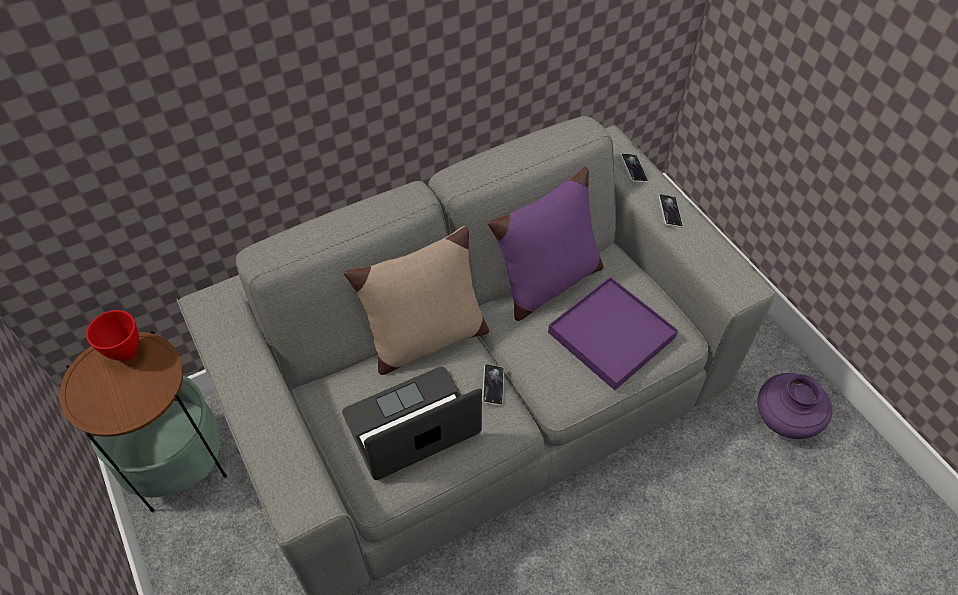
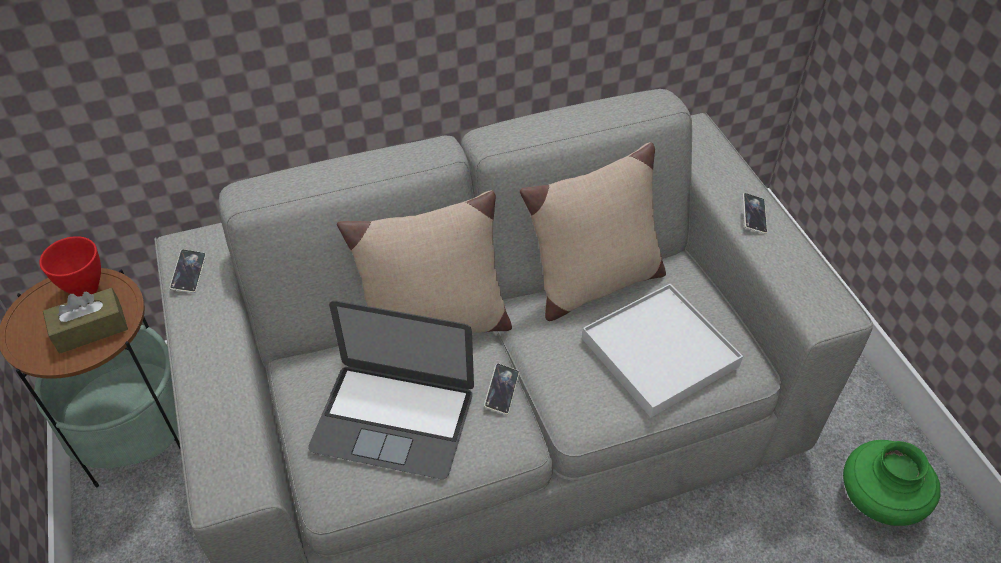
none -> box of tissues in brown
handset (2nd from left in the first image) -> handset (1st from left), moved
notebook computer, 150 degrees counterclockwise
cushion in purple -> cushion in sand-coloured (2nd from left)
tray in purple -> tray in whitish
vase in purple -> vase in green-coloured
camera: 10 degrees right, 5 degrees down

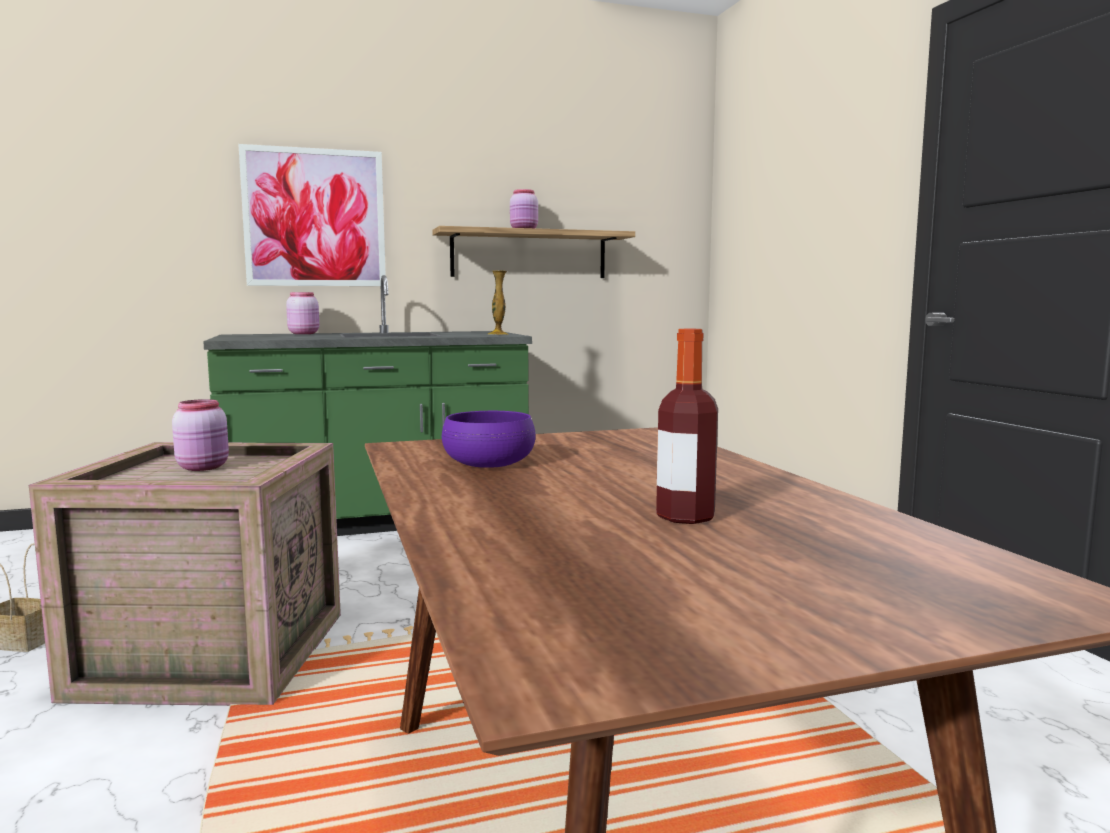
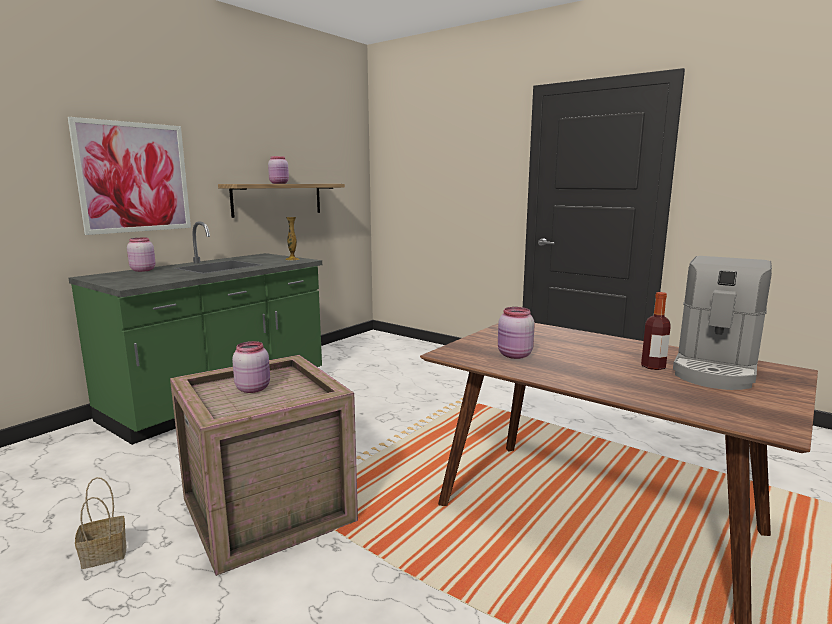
deep dish in purple -> jar in pink-coloured (4th from left)
none -> coffee maker
camera: 35 degrees left, 5 degrees up

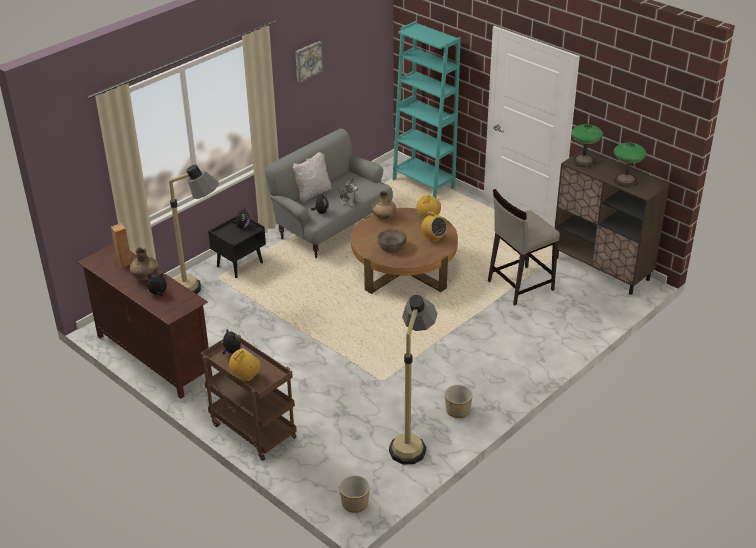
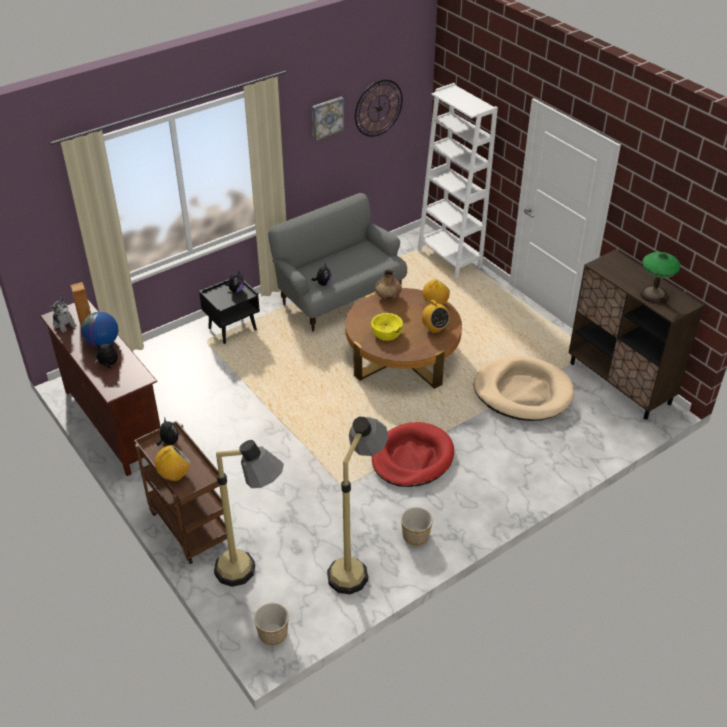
soft toy (5th from left in the first image) -> soft toy (1st from left), moved
vase in brown (1st from left) -> desk globe
standing lamp (1st from left), moved
none -> clock on the wall
deep dish in brown -> deep dish in yellow
none -> pet bed in red
bookshelf in turquoise -> bookshelf in whitish
sitting stool in sand-coloured -> pet bed in sand-coloured
cushion in whitish -> none
lamp for a table (1st from left) -> none
camera: 10 degrees right, 5 degrees up

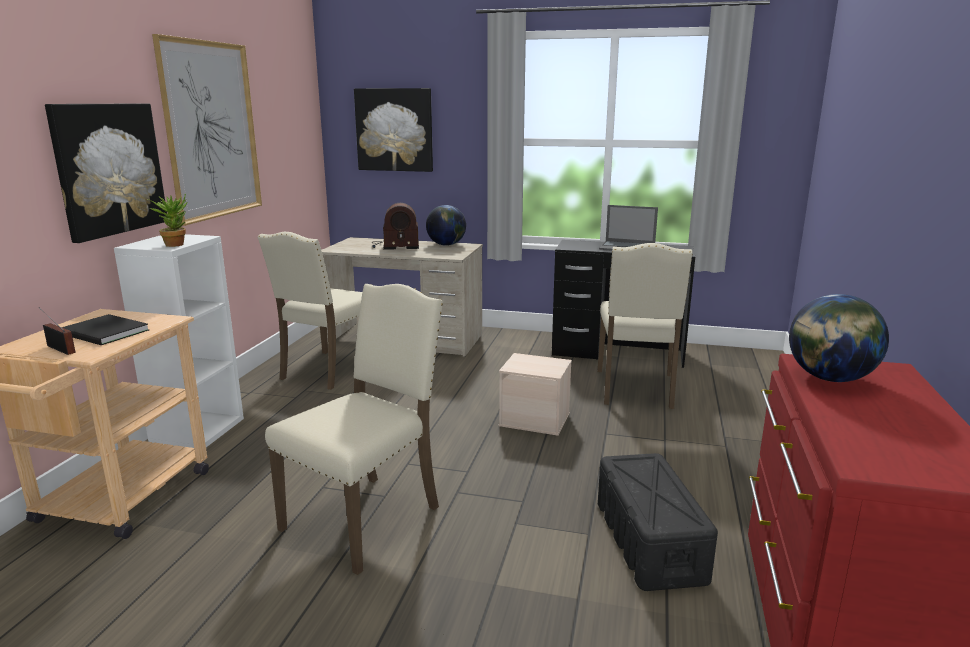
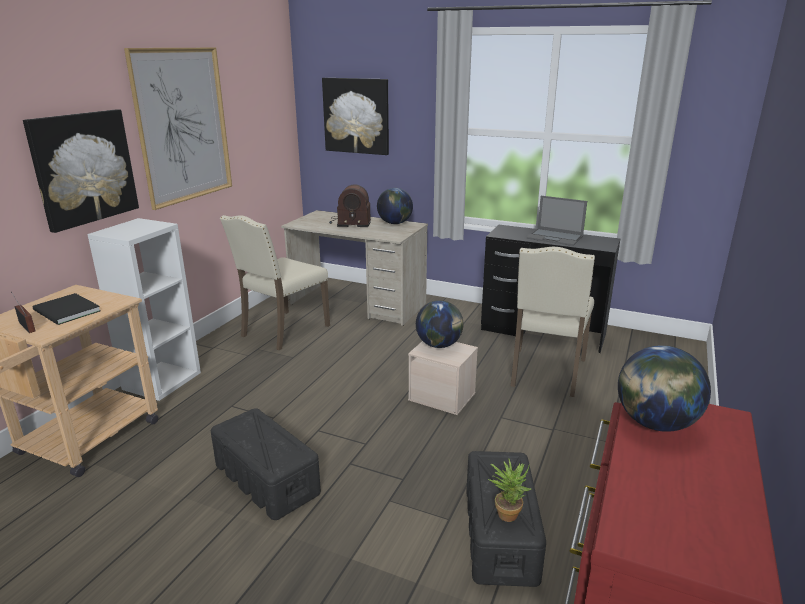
chair in sand-coloured (2nd from left) -> storage box in blackish (1st from left)
none -> desk globe (2nd from left)
potted plant, moved
camera: 10 degrees right, 5 degrees up

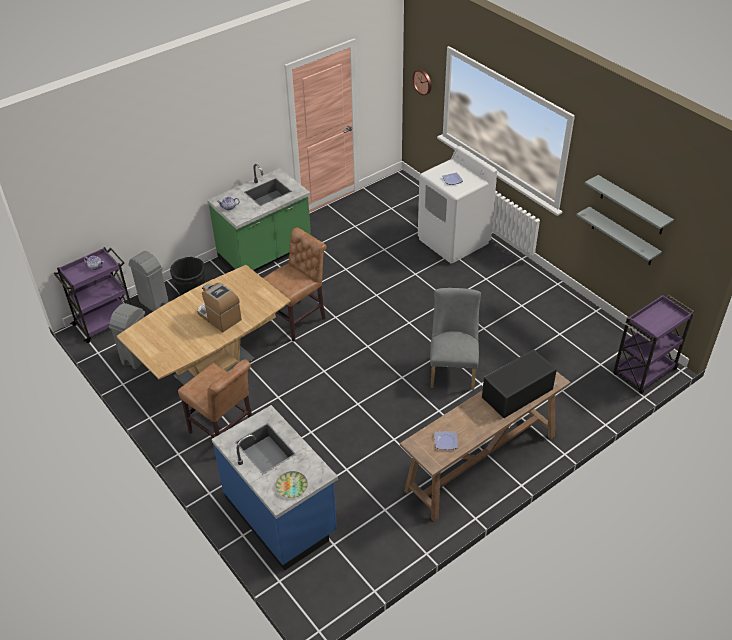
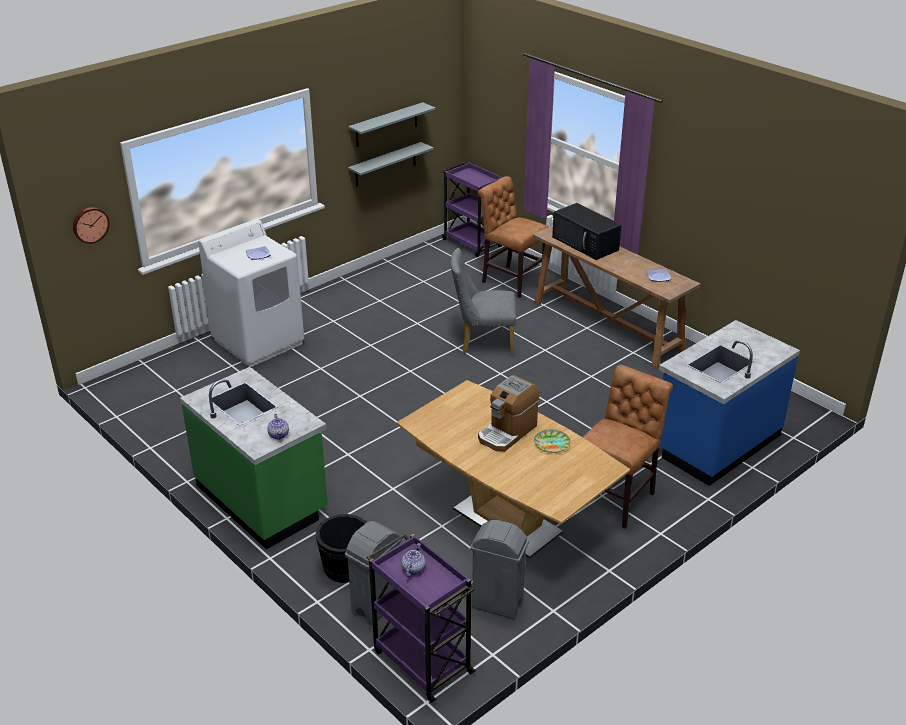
chair in brown (2nd from left in the first image) -> chair in brown (1st from left), moved
plate (1st from left in the first image) -> plate (2nd from left), moved
camera: 95 degrees left, 10 degrees down

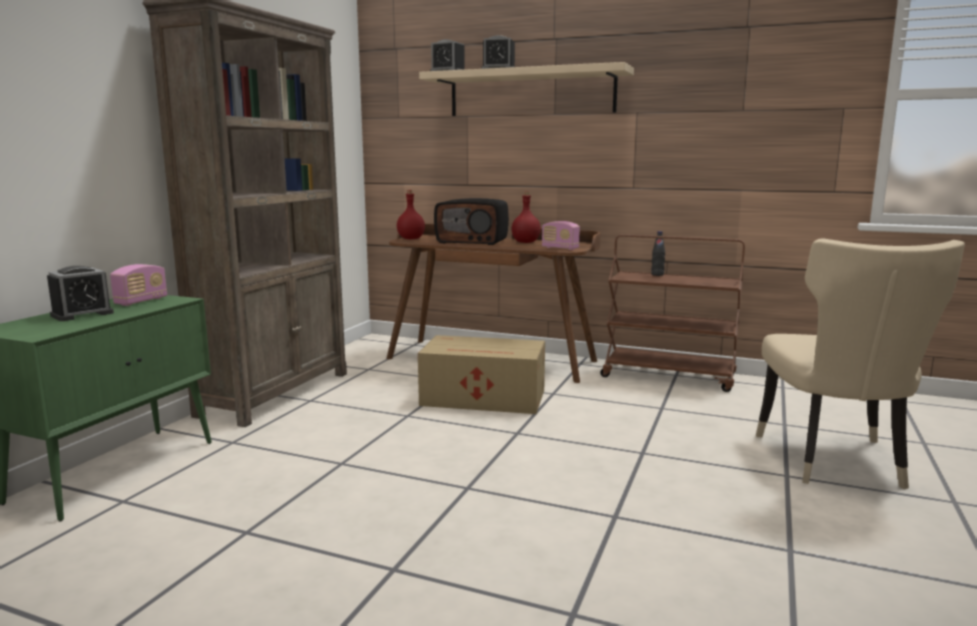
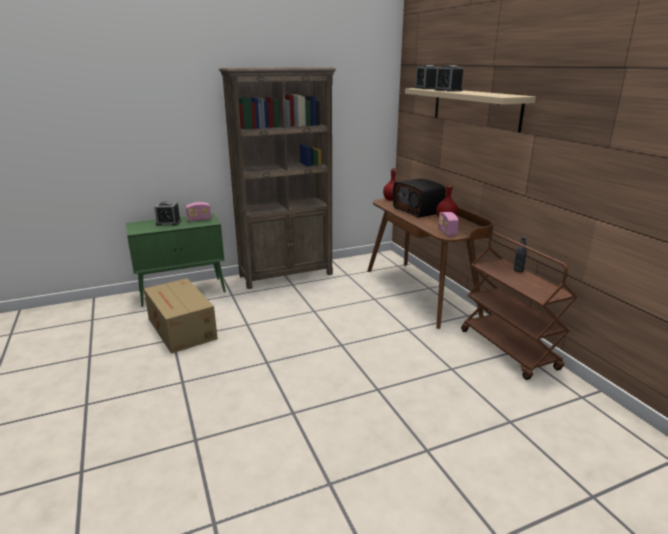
cardboard box, moved
chair in sand-coloured -> none
camera: 45 degrees right, 10 degrees up

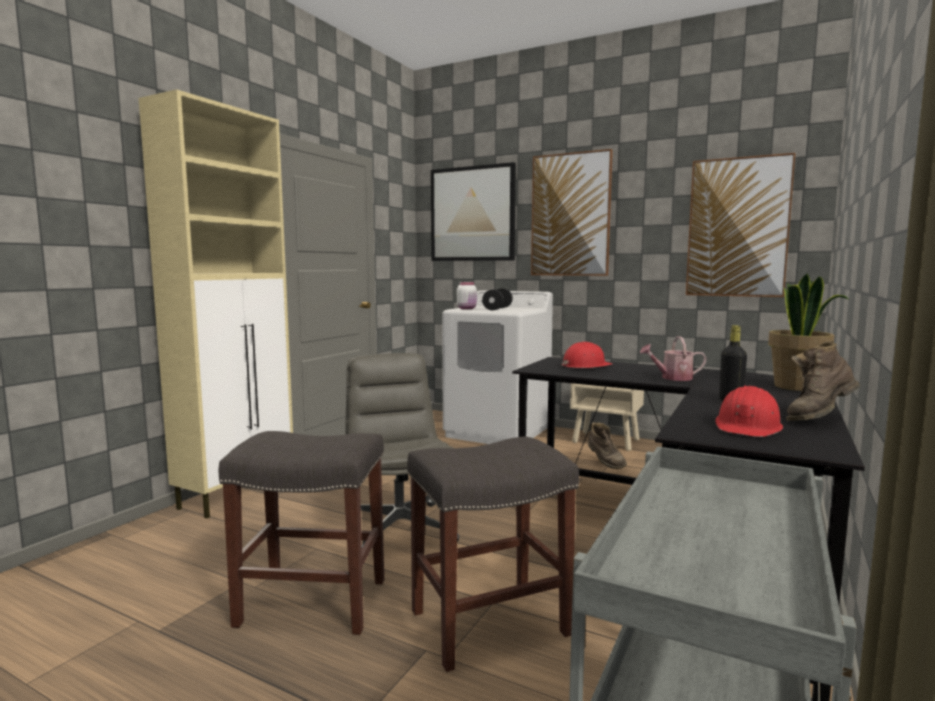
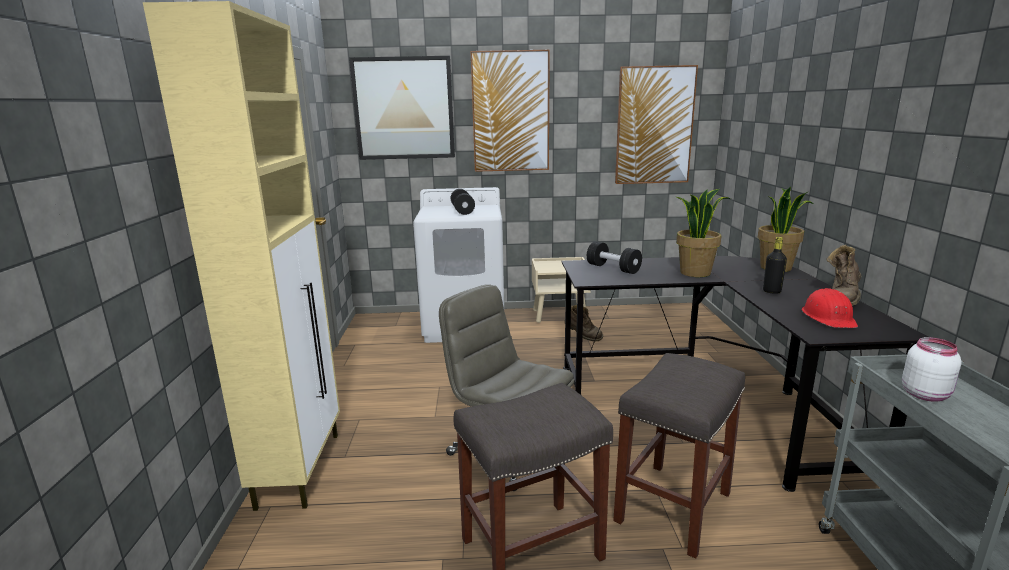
safety helmet in red (1st from left) -> free weight in blackish (2nd from left)
watering can -> potted plant (1st from left)
jar in whitish, moved
camera: 30 degrees left, 10 degrees up

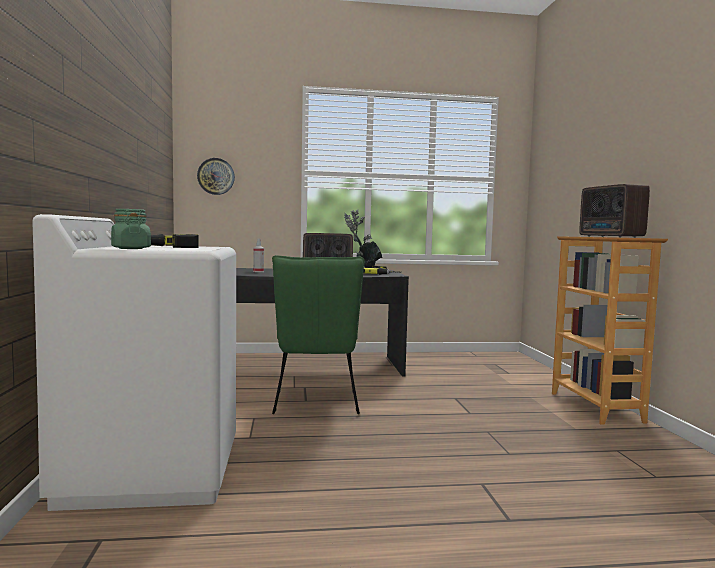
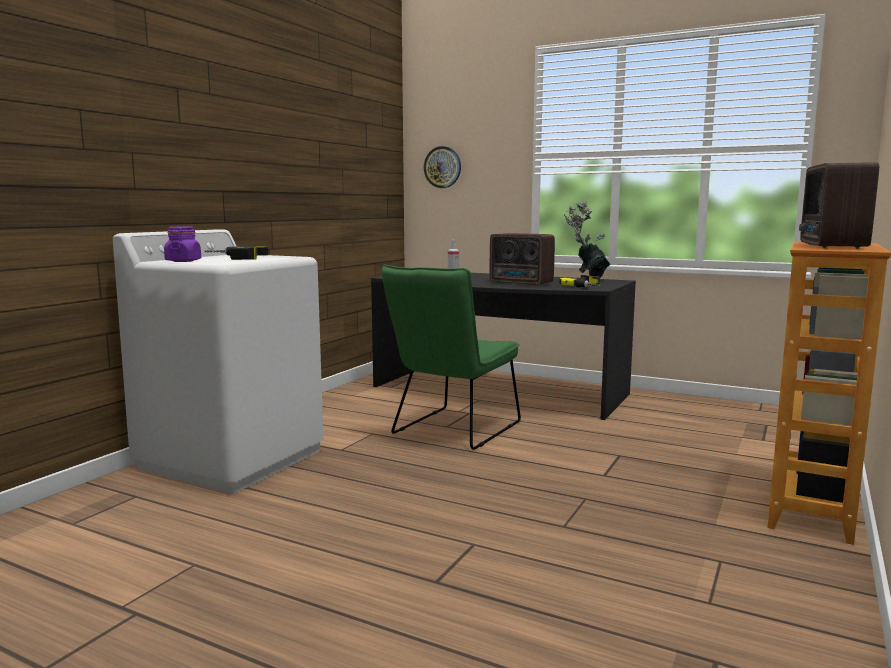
jar in green-coloured -> jar in purple
camera: 35 degrees right, 5 degrees up

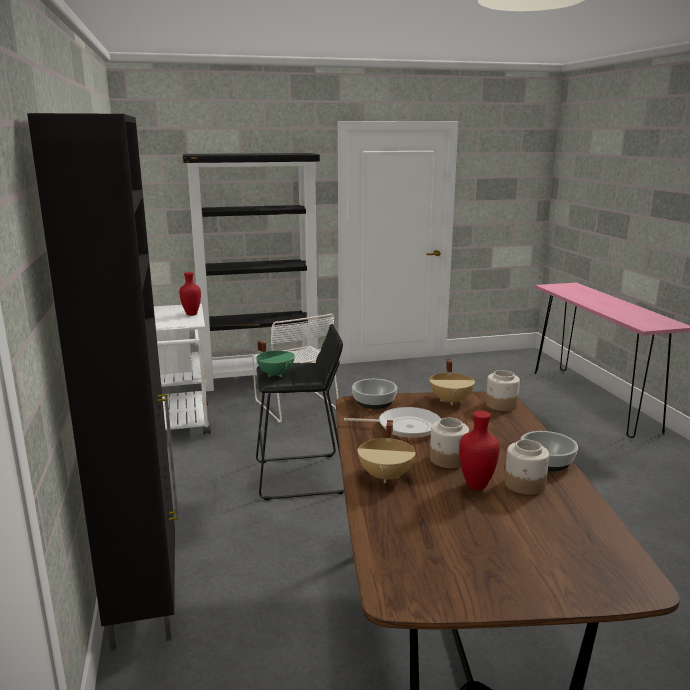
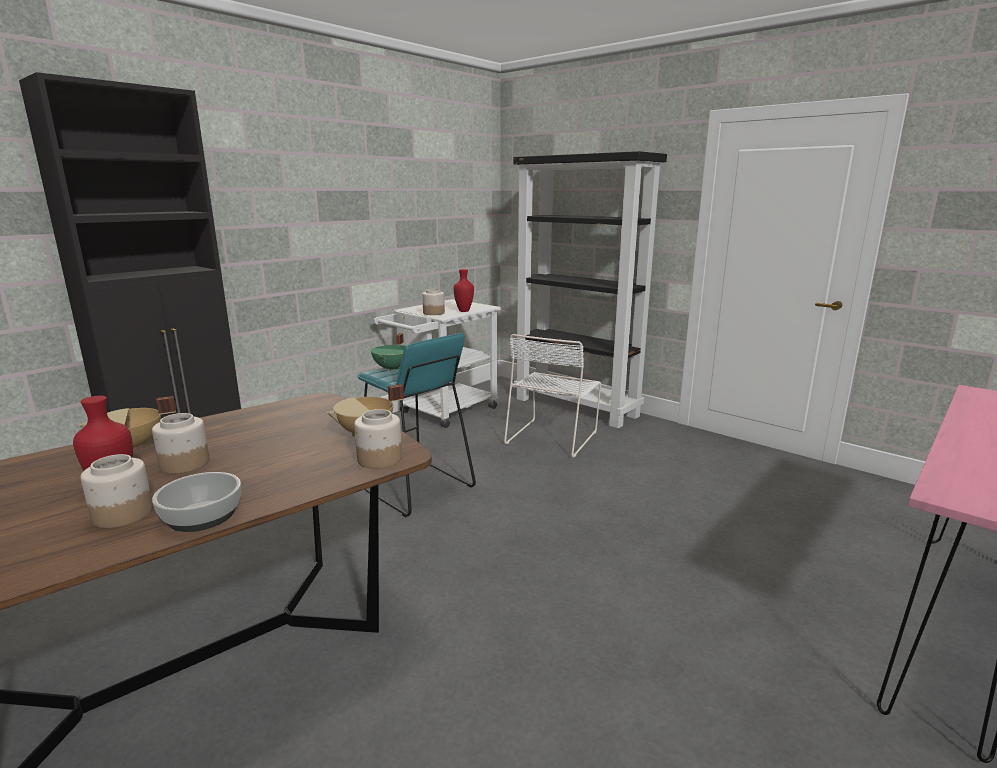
sitting stool in blackish -> sitting stool in turquoise
none -> jar (4th from left)
frying pan -> none
deep dish (1st from left) -> none
camera: 55 degrees right, 0 degrees up

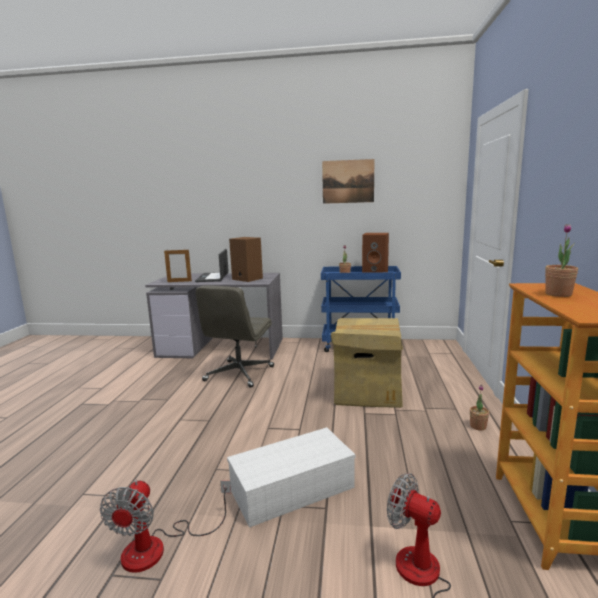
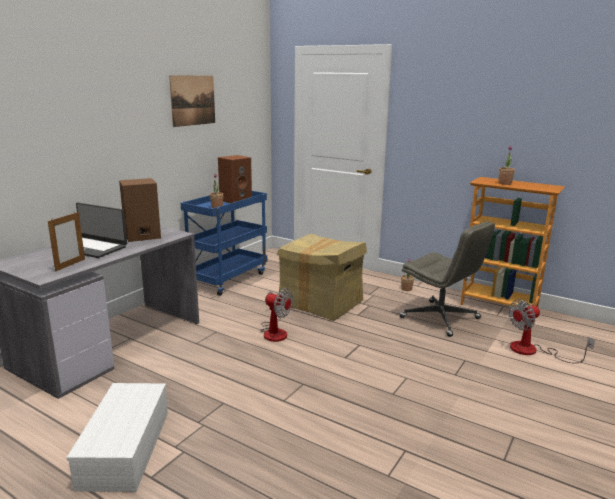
storage box in whitish, moved
fan (1st from left), moved
computer chair in gray, moved
camera: 65 degrees left, 5 degrees up

